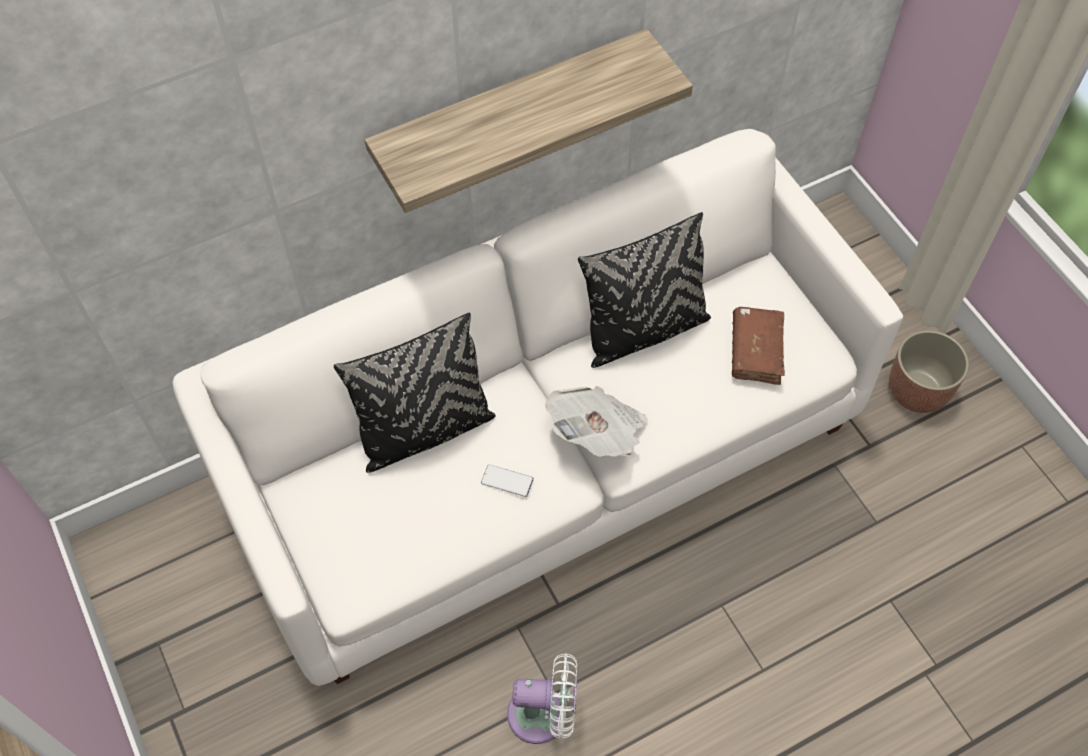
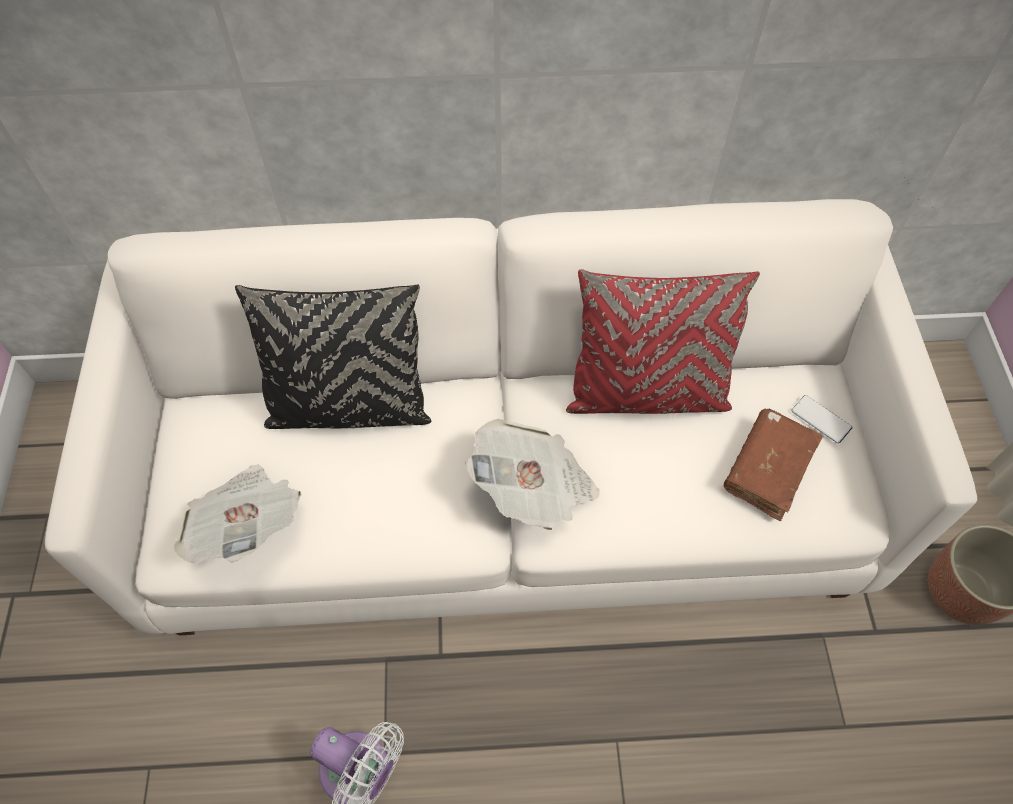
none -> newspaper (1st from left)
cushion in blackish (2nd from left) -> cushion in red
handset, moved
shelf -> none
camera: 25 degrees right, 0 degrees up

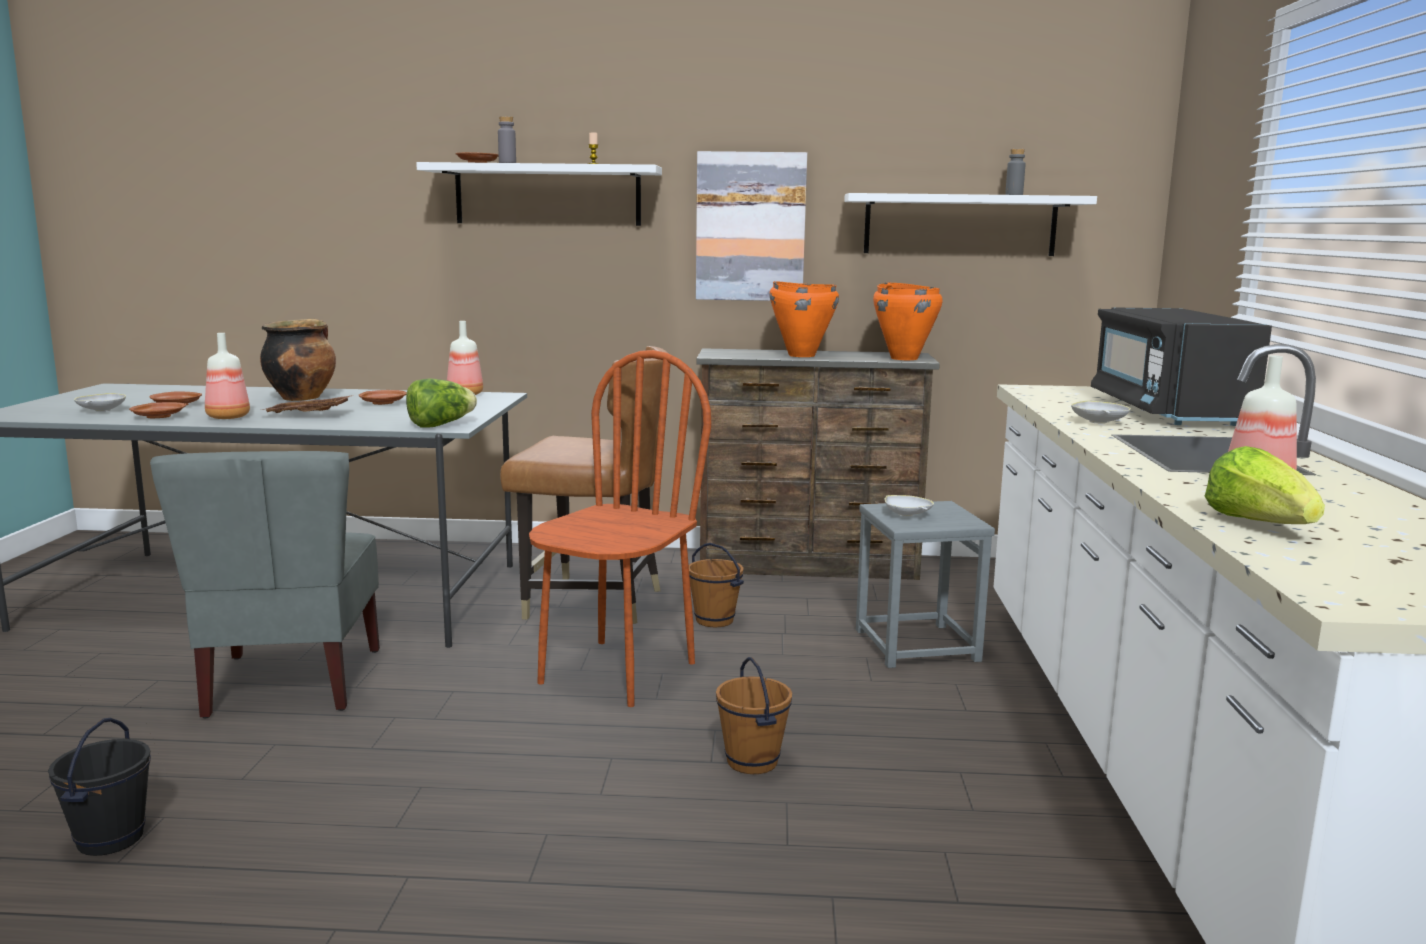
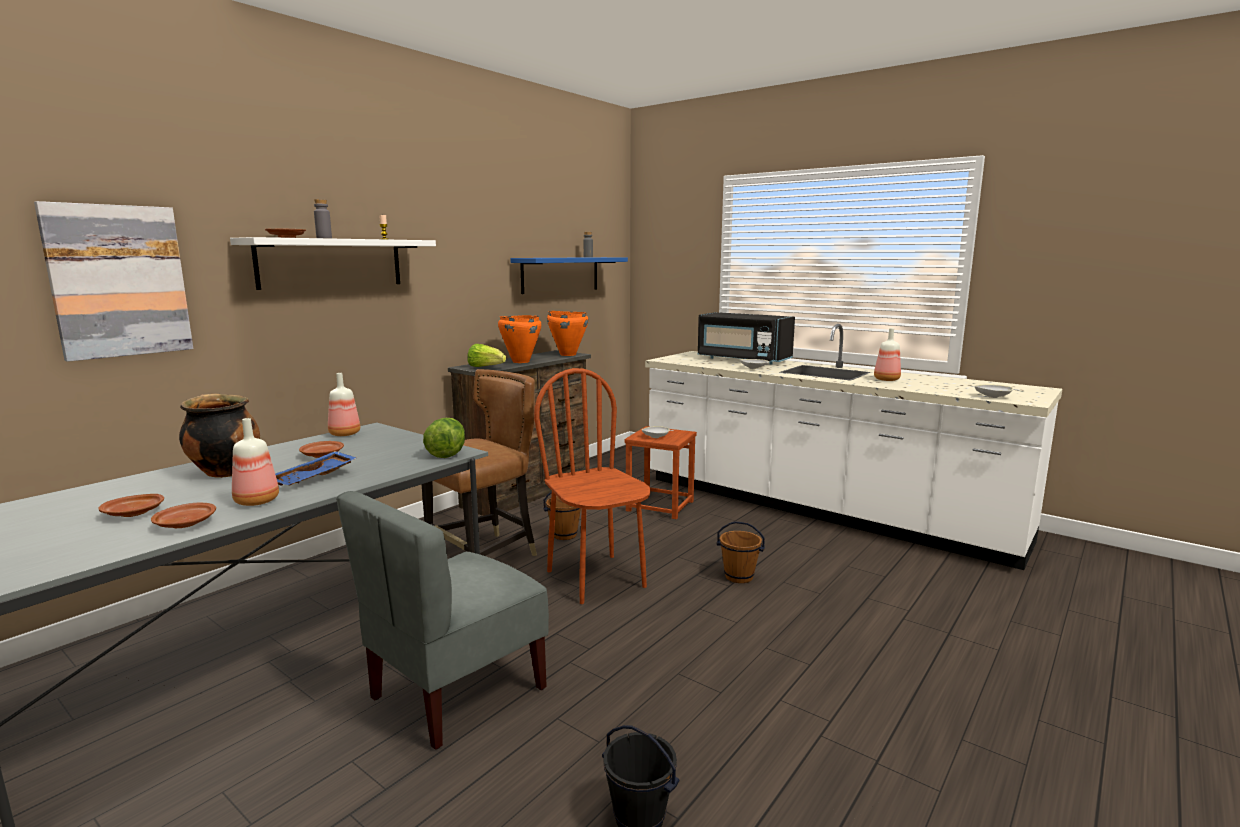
picture, moved
tray in brown -> tray in bluish
chair in gray, 105 degrees clockwise
head of lettuce (2nd from left), moved
shelf in whitish (2nd from left) -> shelf in bluish
sitting stool in gray -> sitting stool in brown
deep dish in whitish (1st from left in the first image) -> deep dish in whitish (3rd from left), moved
camera: 55 degrees left, 0 degrees up

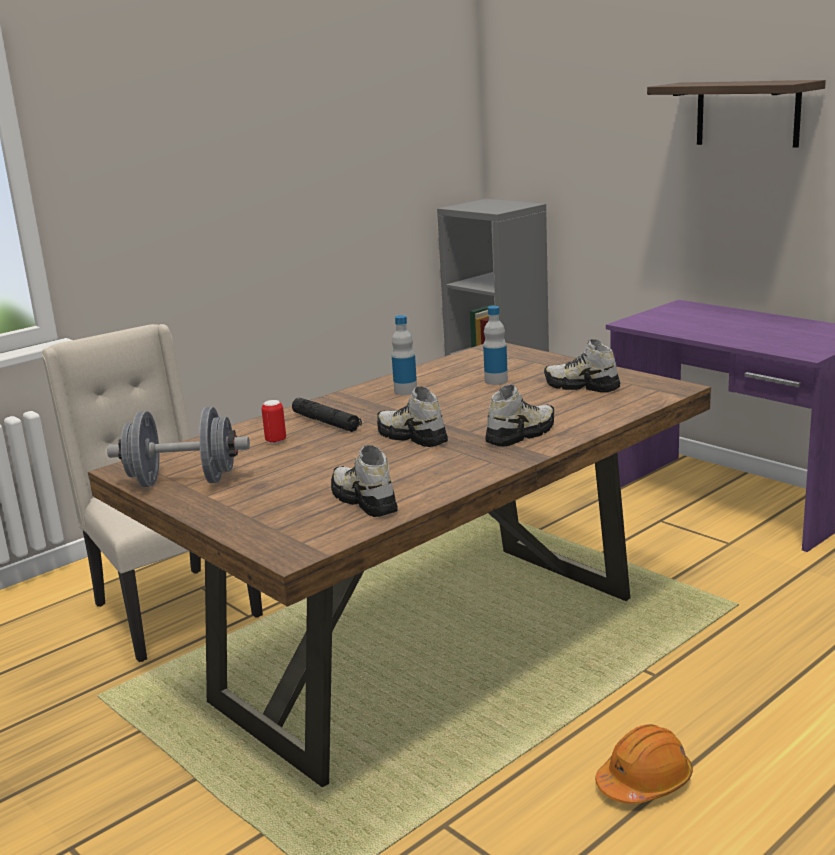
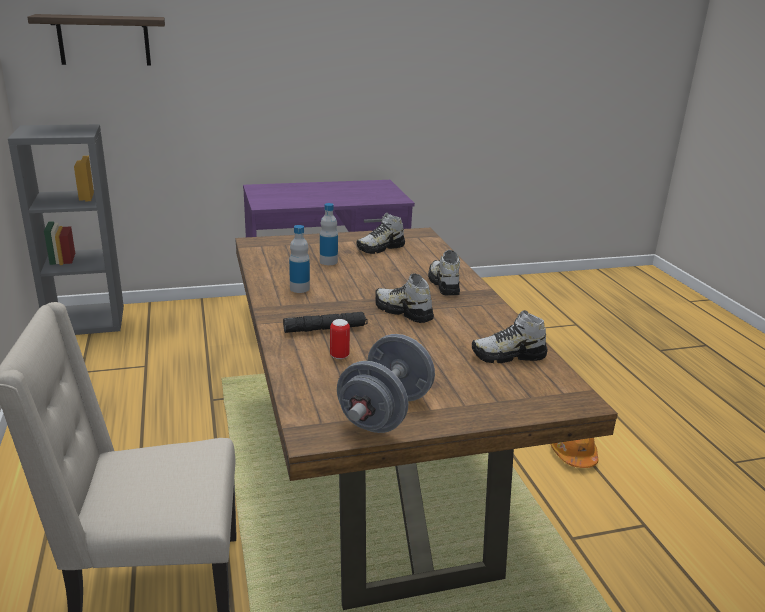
shelf, moved
low shoe (2nd from left), 60 degrees clockwise
camera: 65 degrees left, 5 degrees up

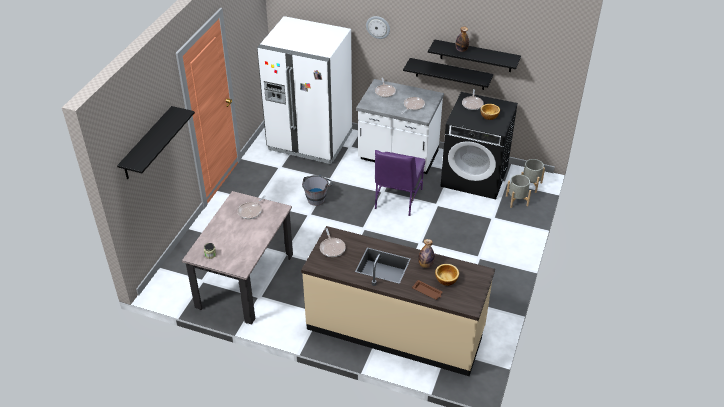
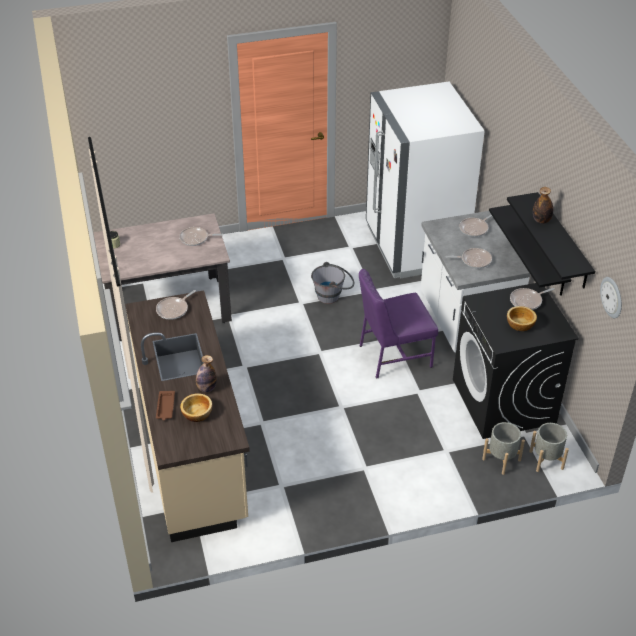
clock on the wall, moved
shelf in blackish (1st from left) -> none
camera: 55 degrees right, 0 degrees up

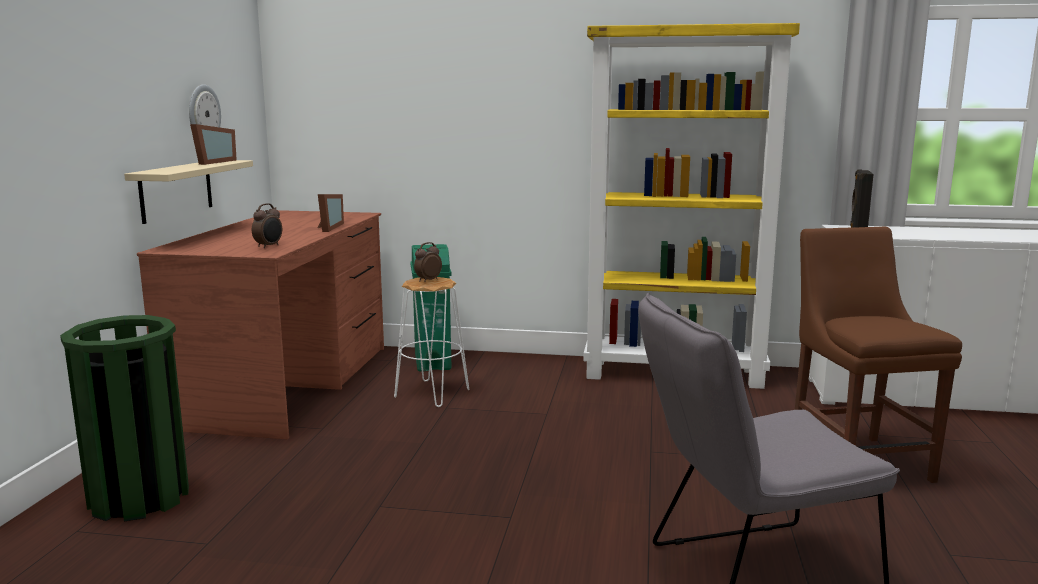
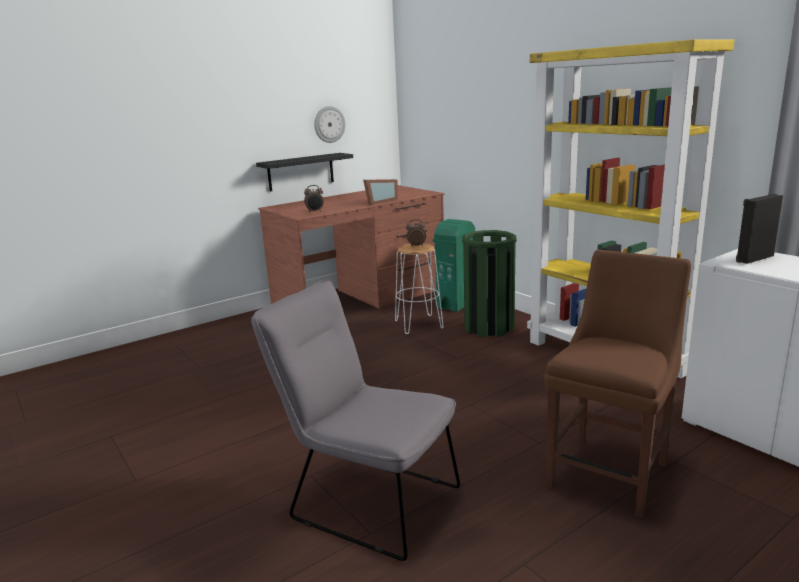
shelf in sand-coloured -> shelf in blackish
trash can in green-coloured (1st from left in the first image) -> trash can in green-coloured (2nd from left), moved
photo frame (1st from left) -> none
camera: 45 degrees right, 5 degrees up

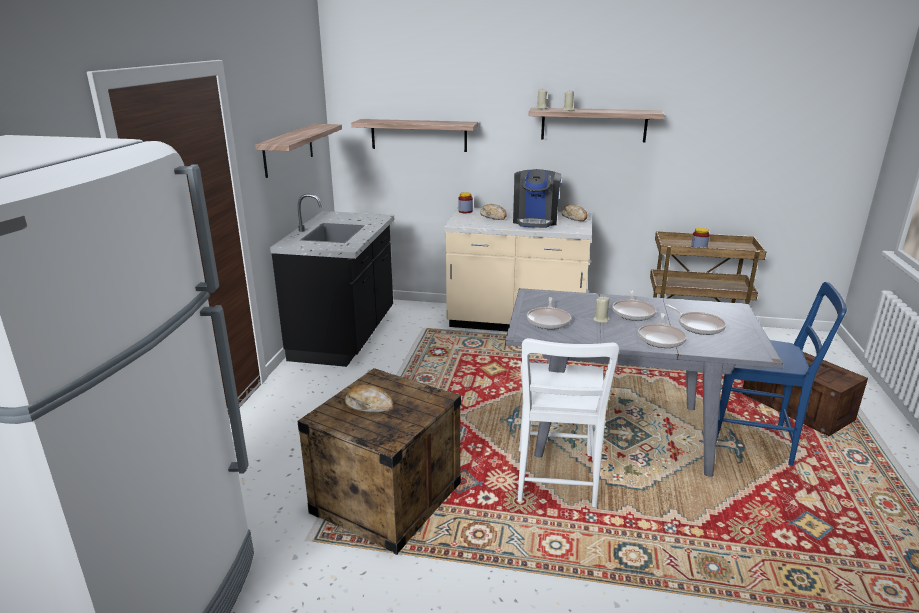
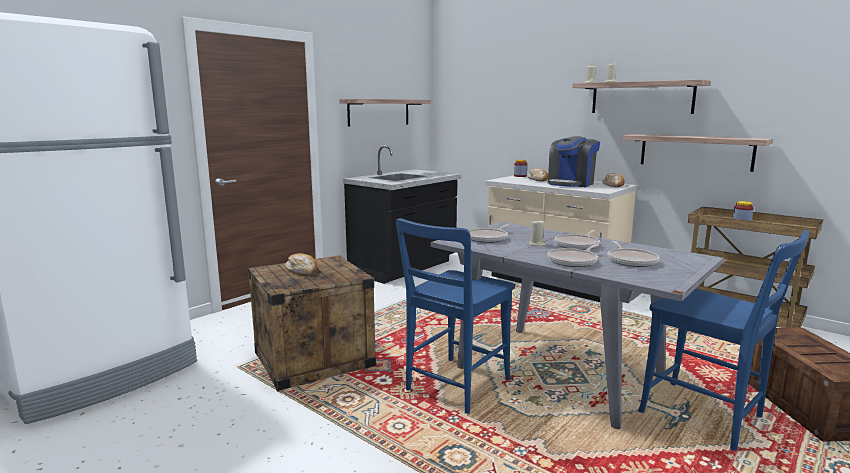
chair in whitish -> chair in bluish (1st from left)
shelf (2nd from left in the first image) -> shelf (3rd from left), moved
camera: 30 degrees right, 10 degrees down

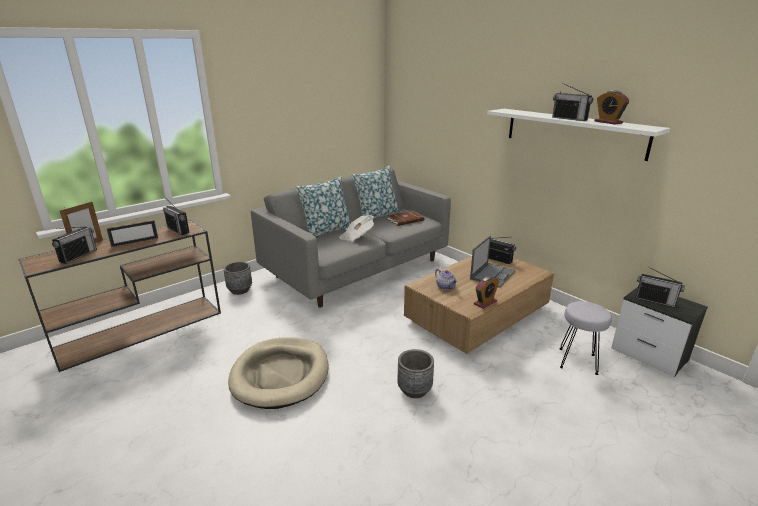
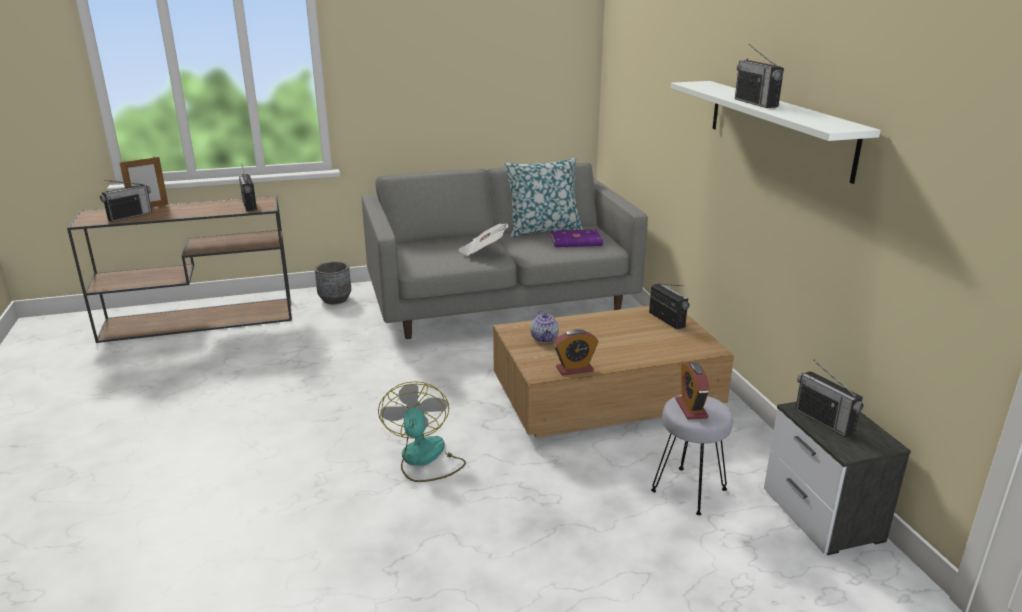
planter in gray (2nd from left) -> fan
book in brown -> book in purple
bedside clock (2nd from left), moved
photo frame (2nd from left) -> none
pet bed in sand-coloured -> none
cushion (1st from left) -> none
notebook computer -> none
camera: 25 degrees right, 0 degrees up

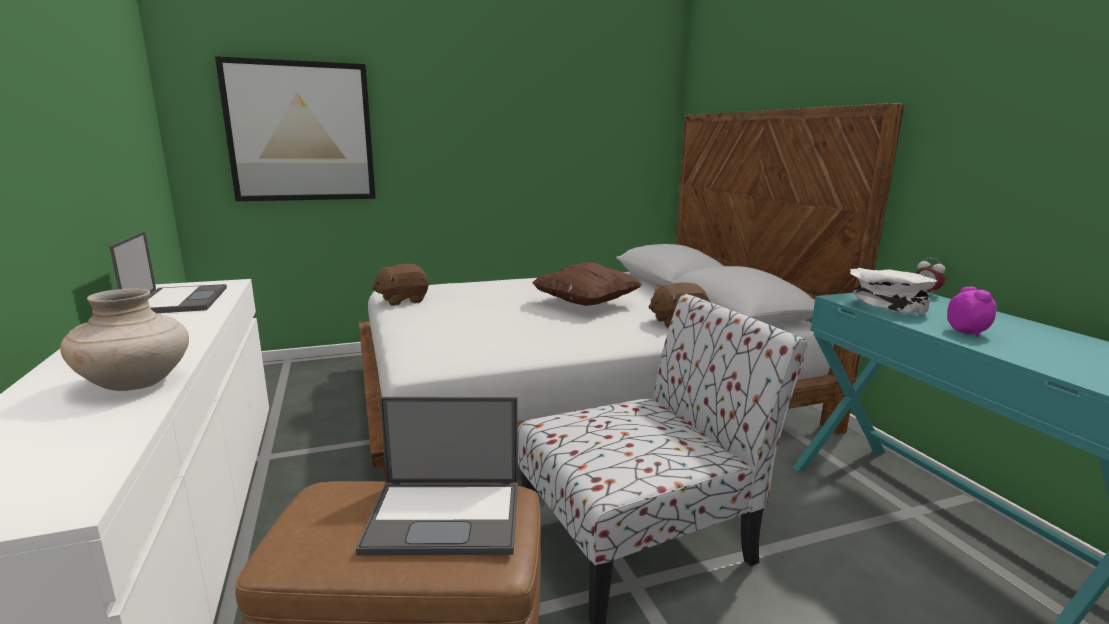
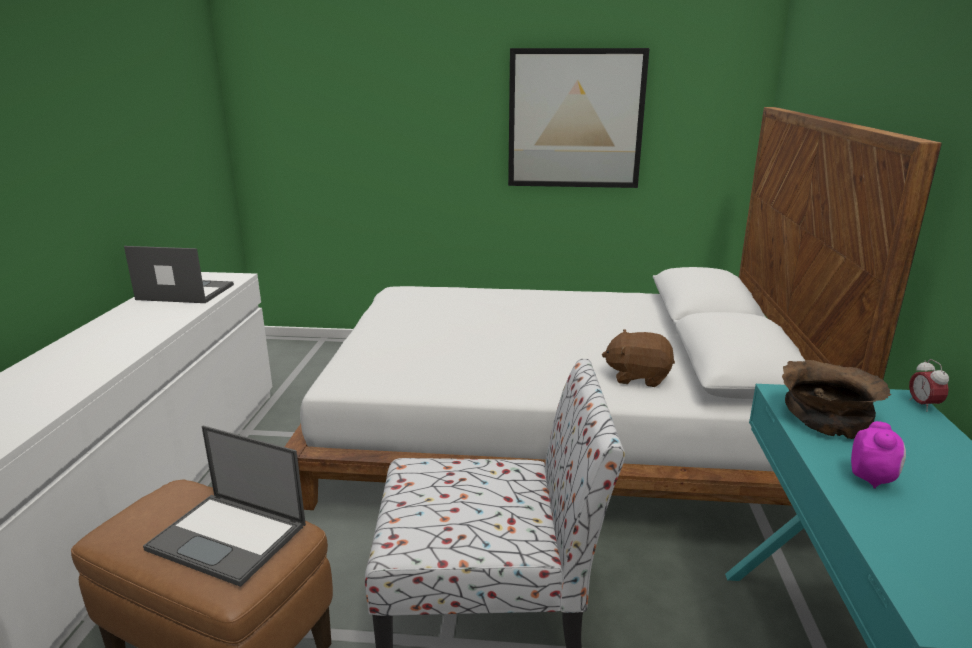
notebook computer (1st from left), 90 degrees counterclockwise
picture, moved
deep dish in whitish -> deep dish in brown
vase in sand-coloured -> none
soft toy in brown (1st from left) -> none
cushion in brown -> none
camera: 25 degrees right, 5 degrees up

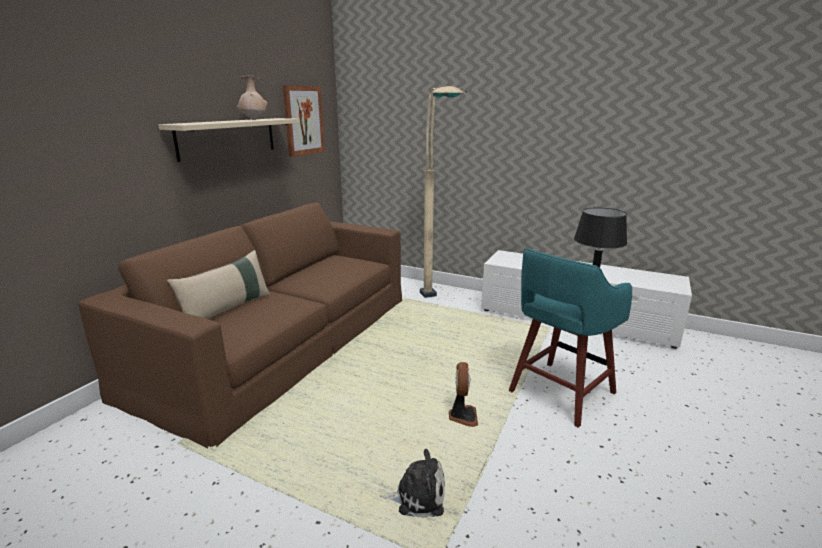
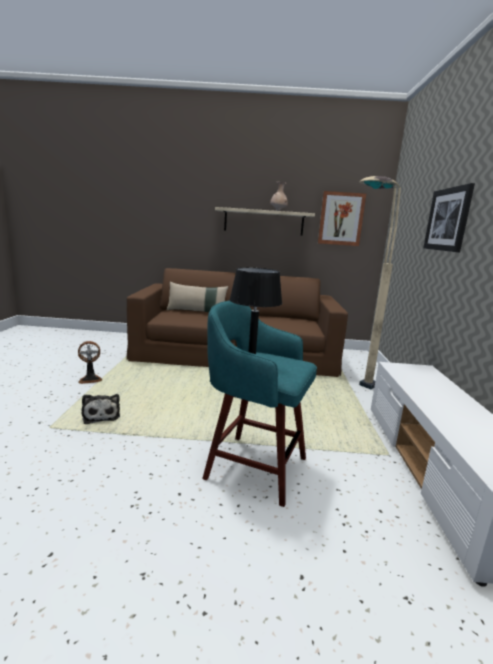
fan, moved
none -> picture (2nd from left)
camera: 65 degrees right, 5 degrees down

